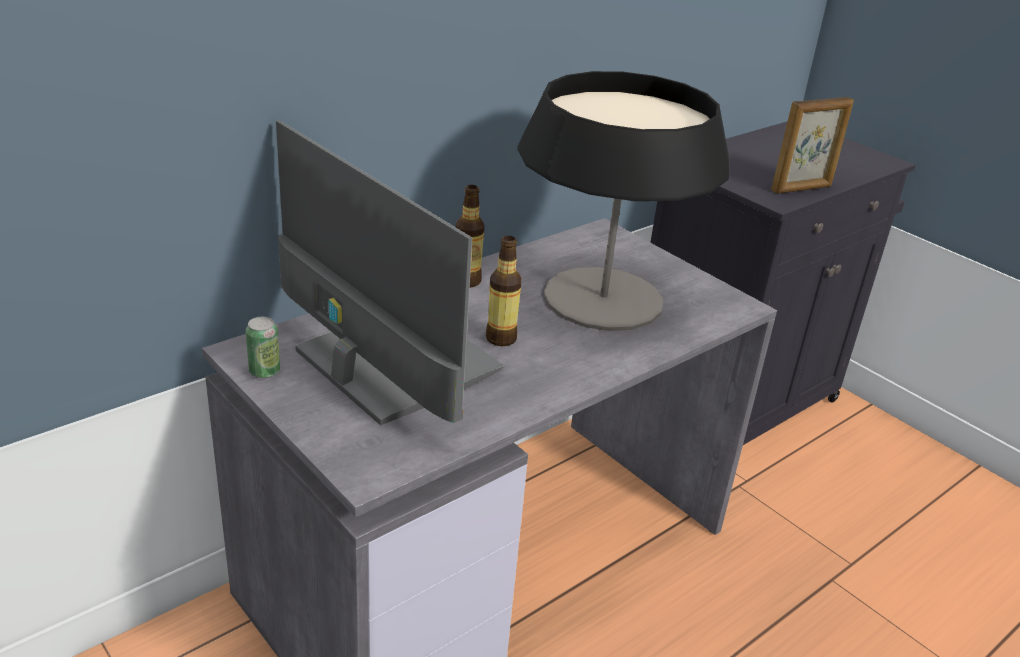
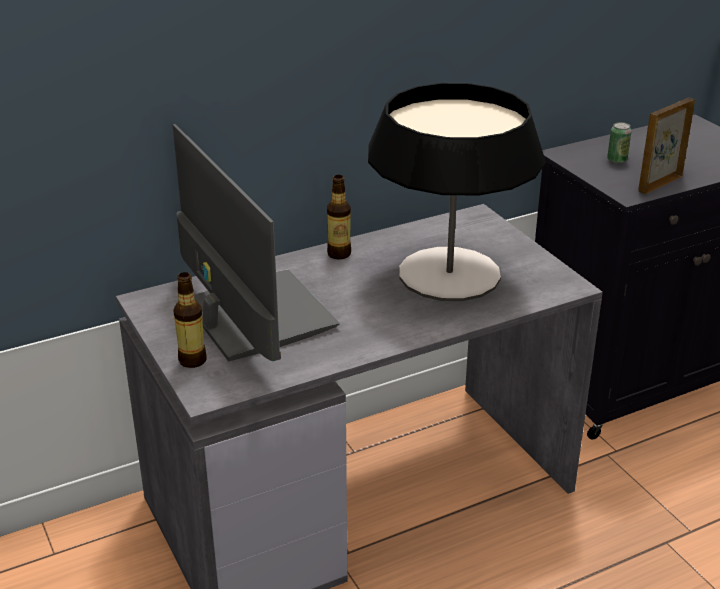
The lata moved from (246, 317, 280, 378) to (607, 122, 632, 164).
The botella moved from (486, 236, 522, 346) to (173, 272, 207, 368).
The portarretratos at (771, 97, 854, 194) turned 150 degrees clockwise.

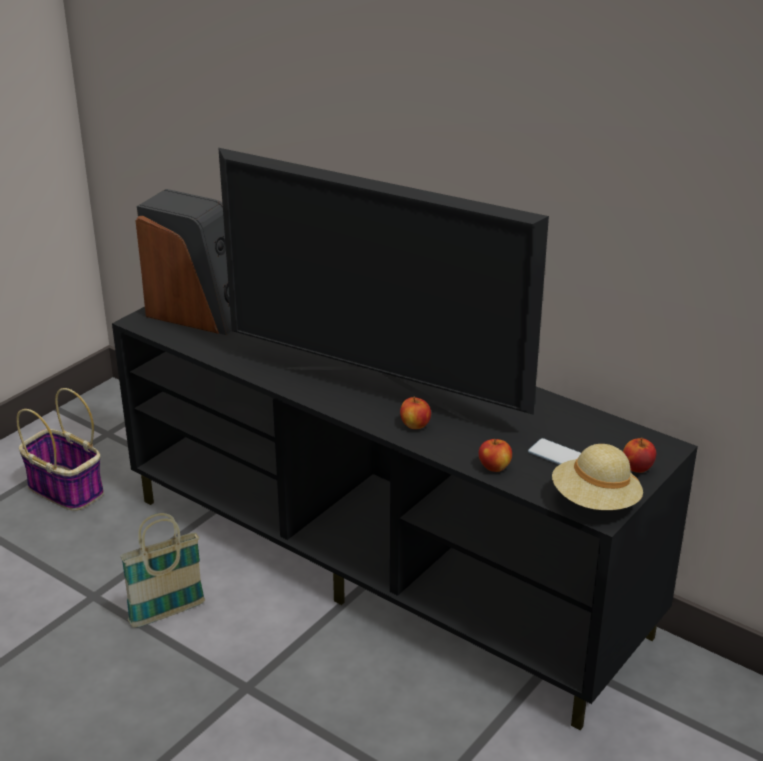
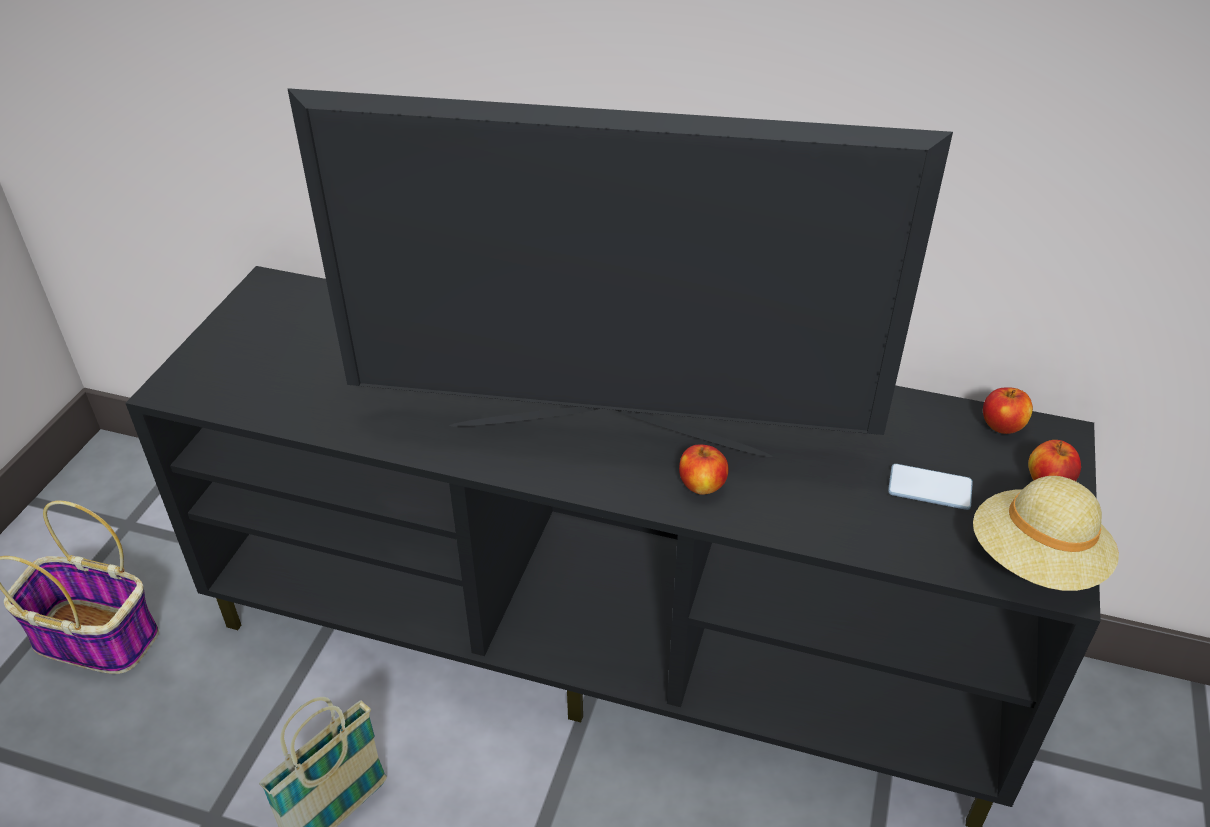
The altavoz at (136, 189, 232, 335) disappeared.
The manzana moved from (479, 439, 512, 472) to (983, 387, 1033, 434).

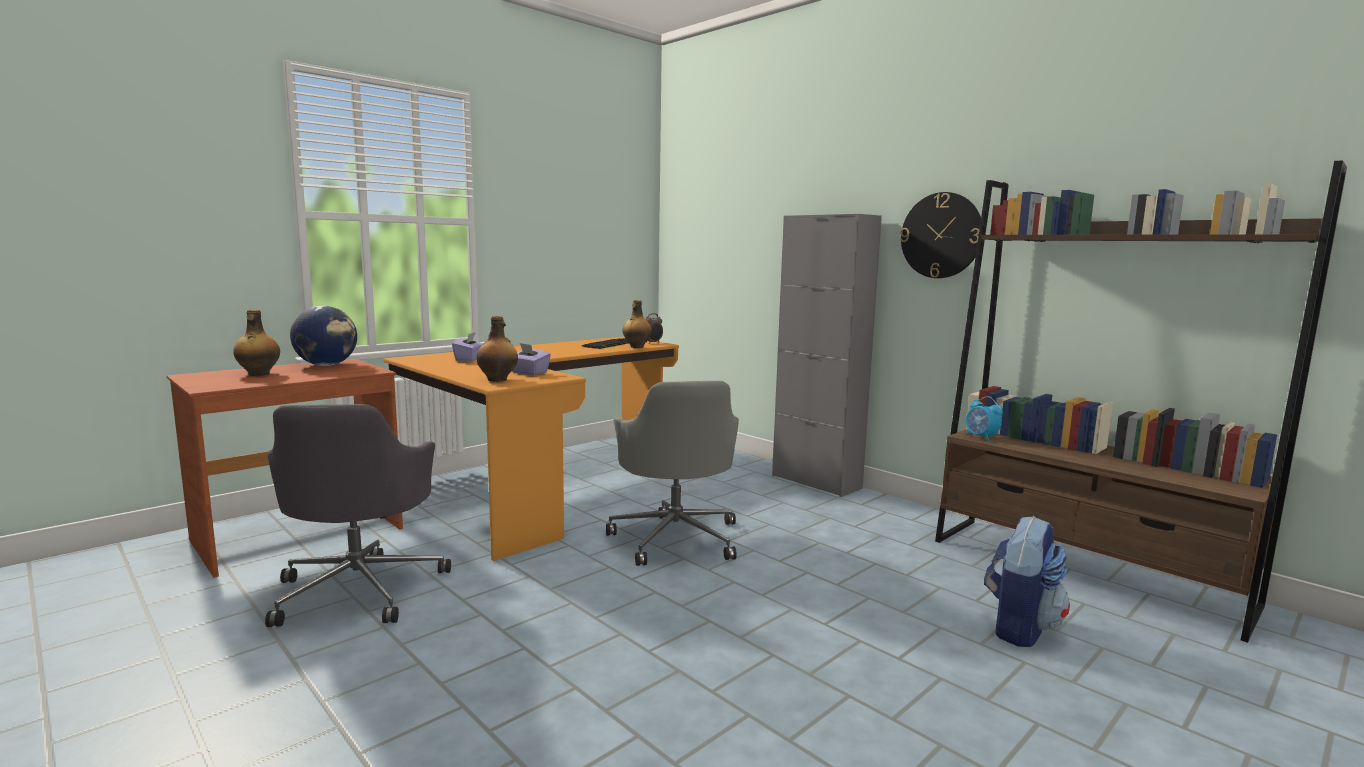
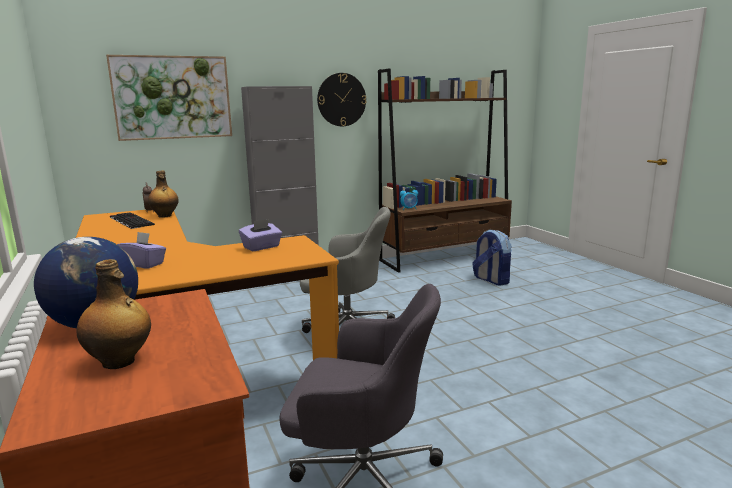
The botella at (476, 316, 518, 382) disappeared.
The cuadro at (106, 55, 232, 141) appeared.

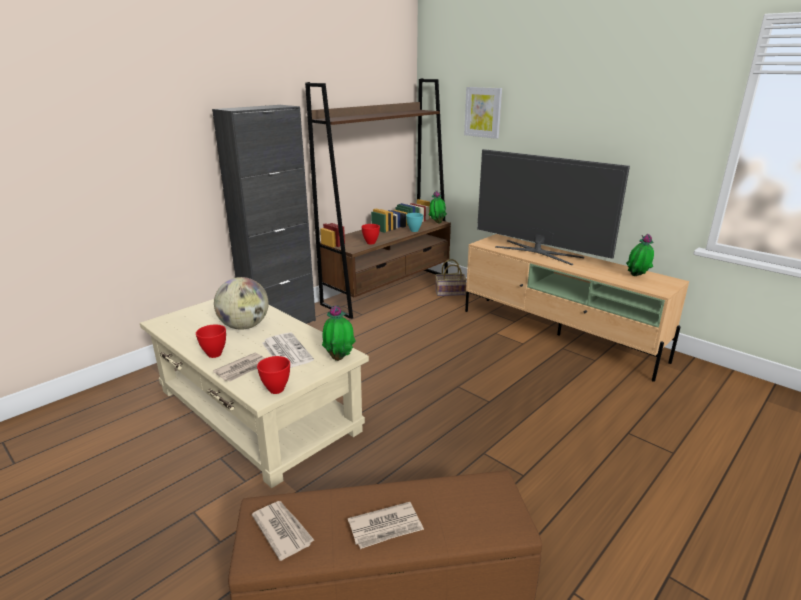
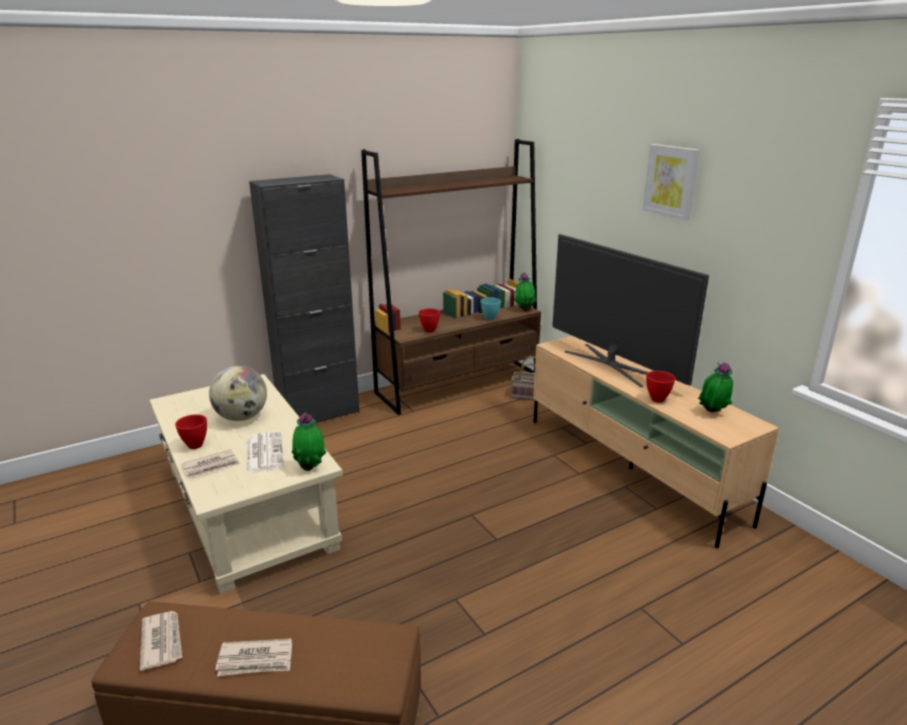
The cuenco (rojo) moved from (257, 356, 290, 394) to (647, 371, 675, 403).
The cuadro moved from (464, 87, 502, 139) to (643, 144, 699, 220).

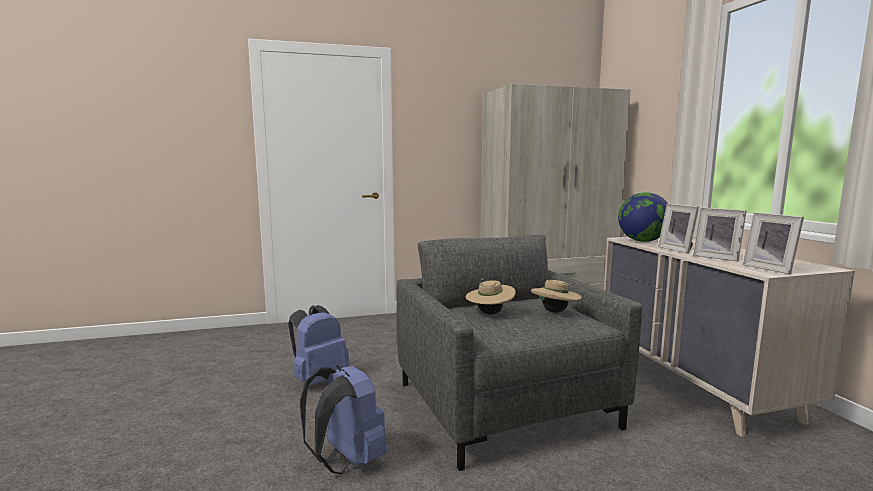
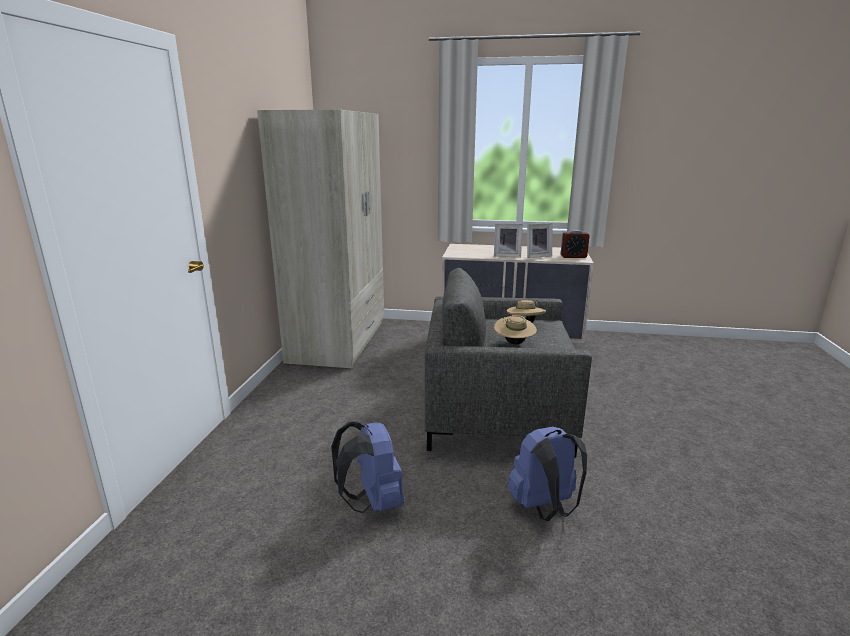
The globo terráqueo at (618, 192, 667, 242) disappeared.
The portarretratos at (743, 212, 804, 274) was replaced by the despertador at (560, 230, 590, 258).

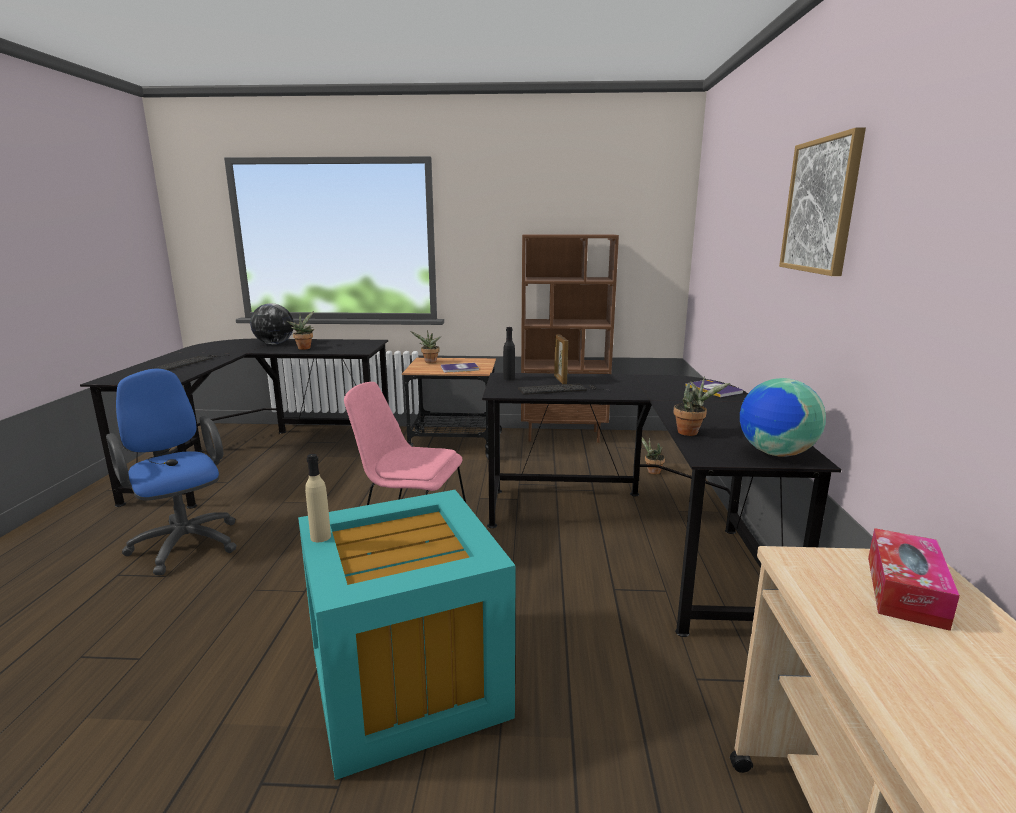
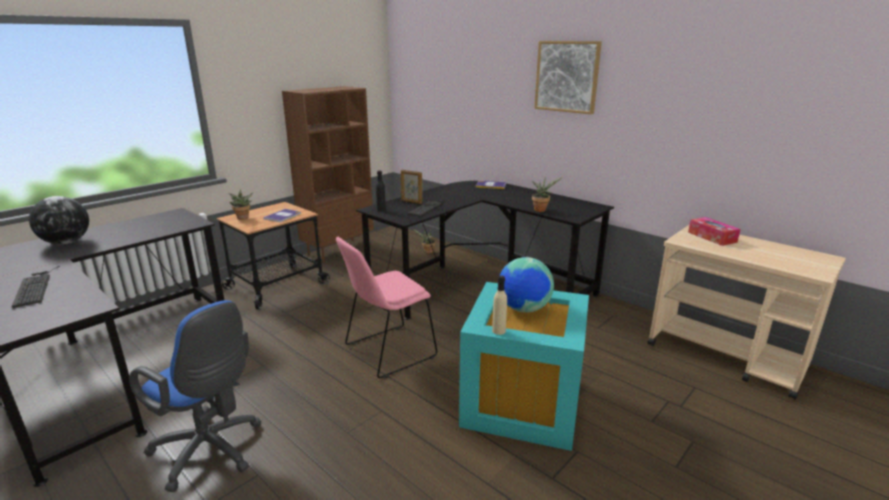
The silla de oficina (azul) at (106, 368, 237, 575) turned 150 degrees counterclockwise.
The planta en maceta at (287, 311, 314, 350) disappeared.
The globo terráqueo moved from (740, 378, 826, 457) to (500, 257, 554, 313).

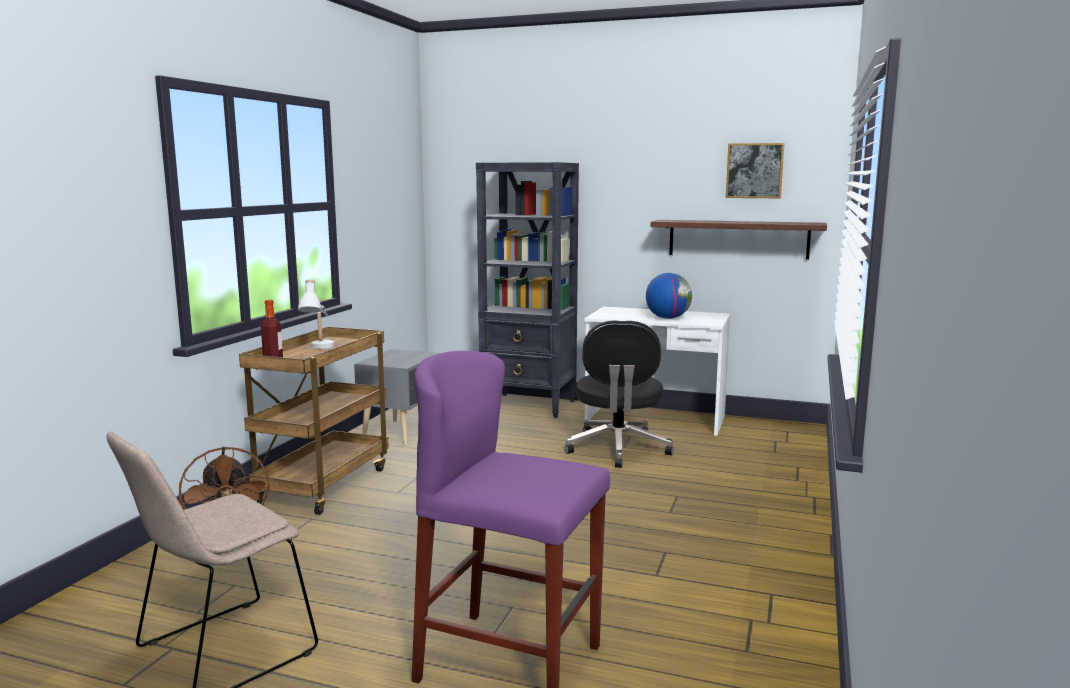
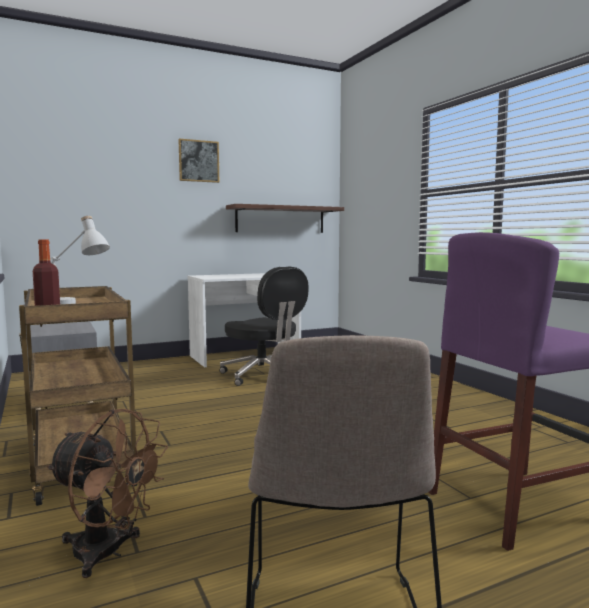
The estantería (negro) at (476, 162, 579, 418) disappeared.
The globo terráqueo at (646, 273, 692, 319) disappeared.
The cuadro moved from (726, 143, 784, 198) to (178, 138, 219, 183).

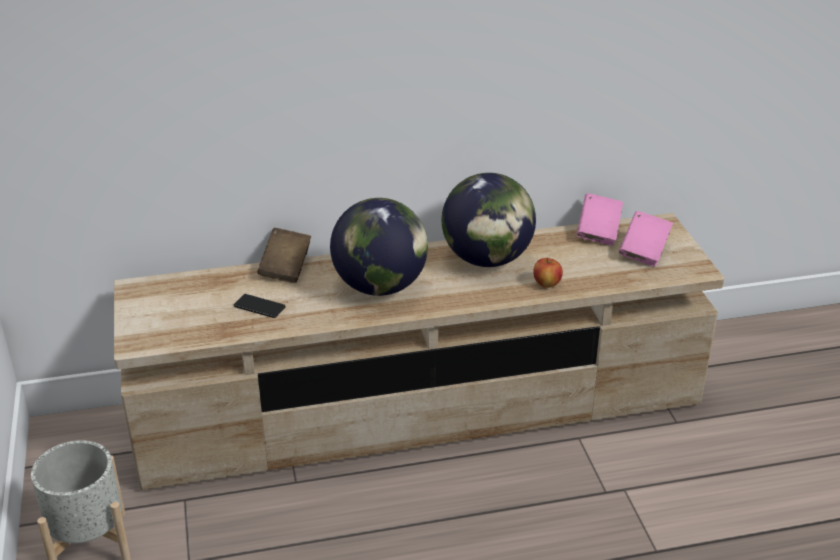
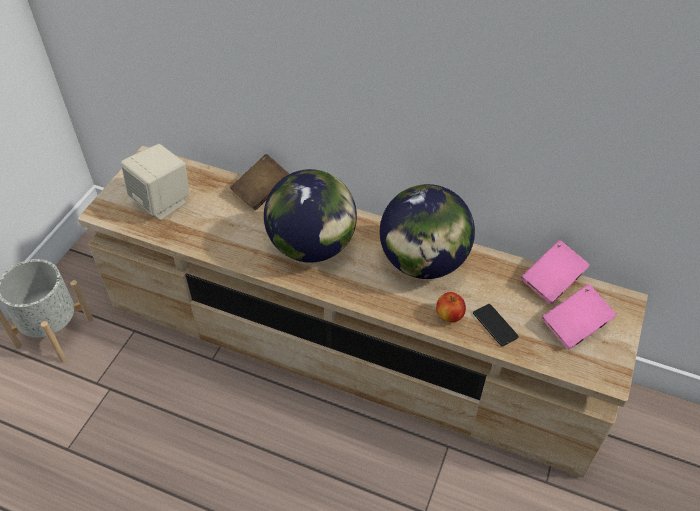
The móvil moved from (234, 294, 286, 318) to (473, 304, 519, 346).
The altavoz (beis) at (121, 144, 189, 220) appeared.

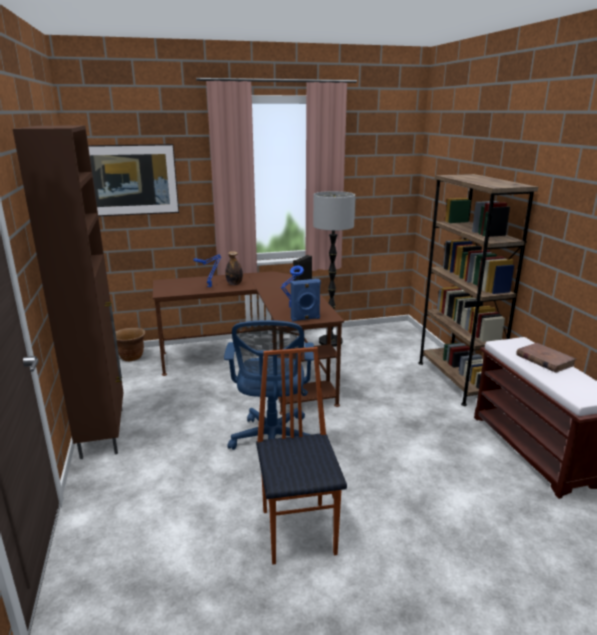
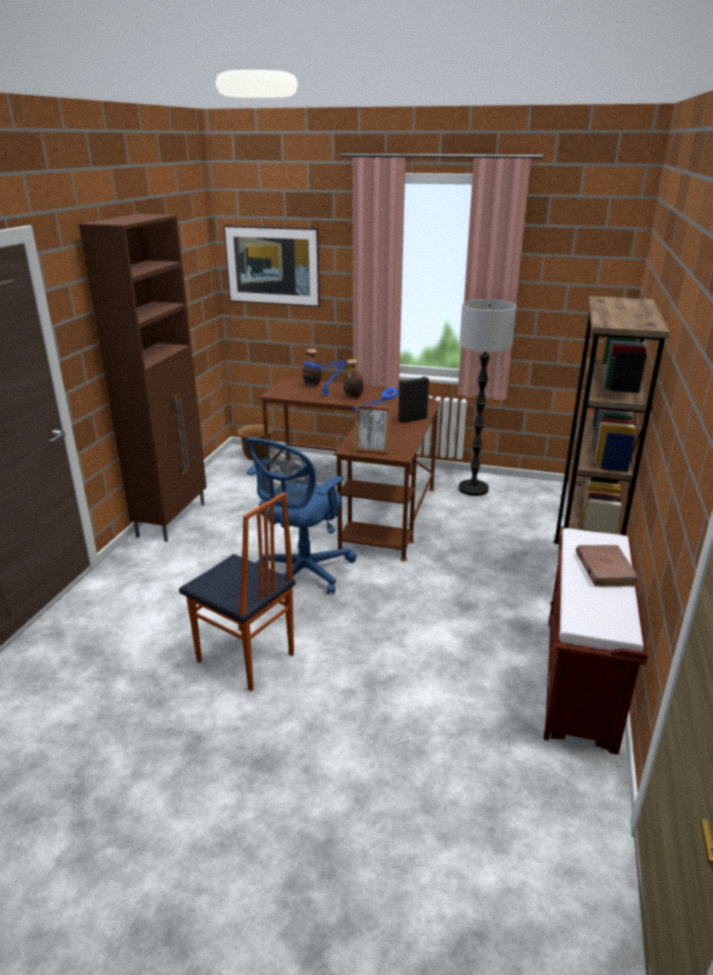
The silla at (256, 347, 347, 565) turned 105 degrees clockwise.
The altavoz (azul) at (291, 279, 321, 322) was replaced by the portarretratos at (354, 404, 391, 455).
The botella at (302, 349, 321, 386) appeared.

